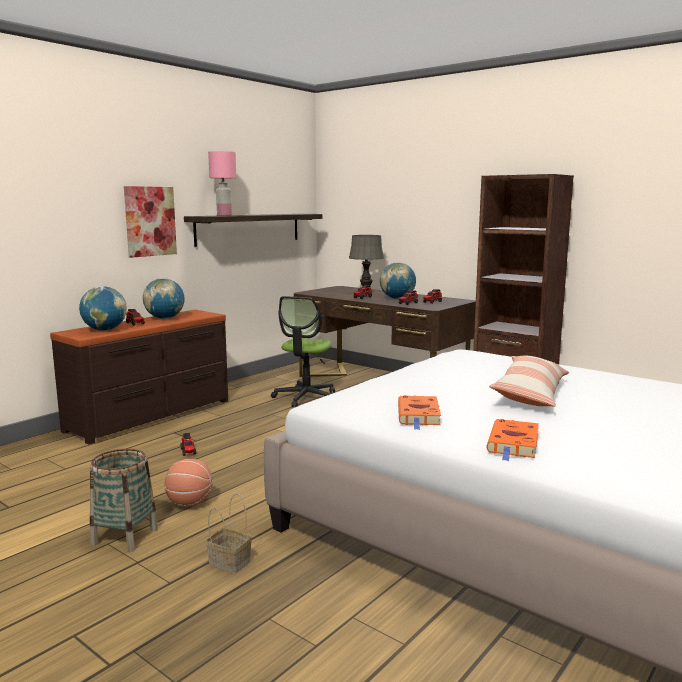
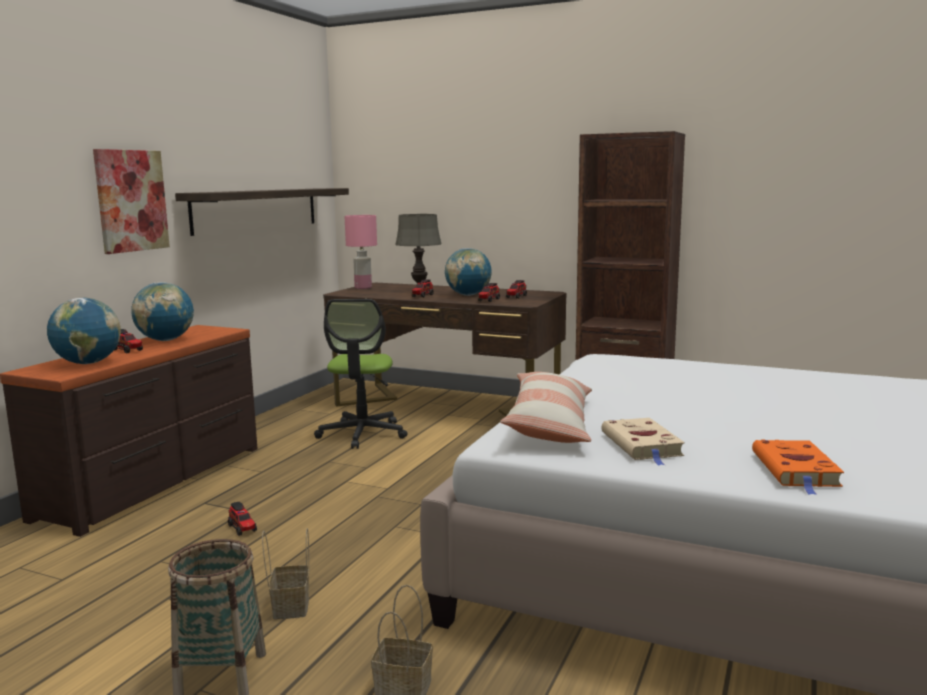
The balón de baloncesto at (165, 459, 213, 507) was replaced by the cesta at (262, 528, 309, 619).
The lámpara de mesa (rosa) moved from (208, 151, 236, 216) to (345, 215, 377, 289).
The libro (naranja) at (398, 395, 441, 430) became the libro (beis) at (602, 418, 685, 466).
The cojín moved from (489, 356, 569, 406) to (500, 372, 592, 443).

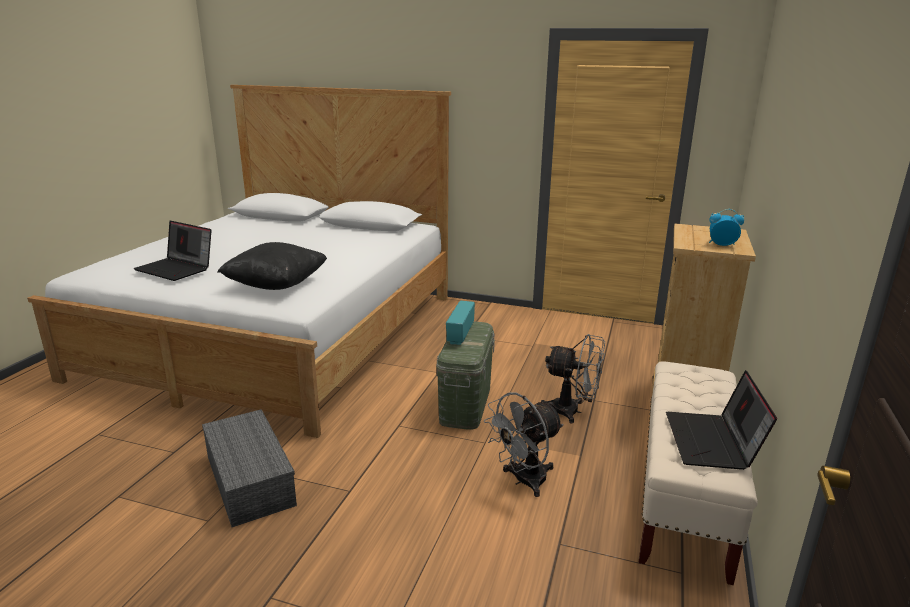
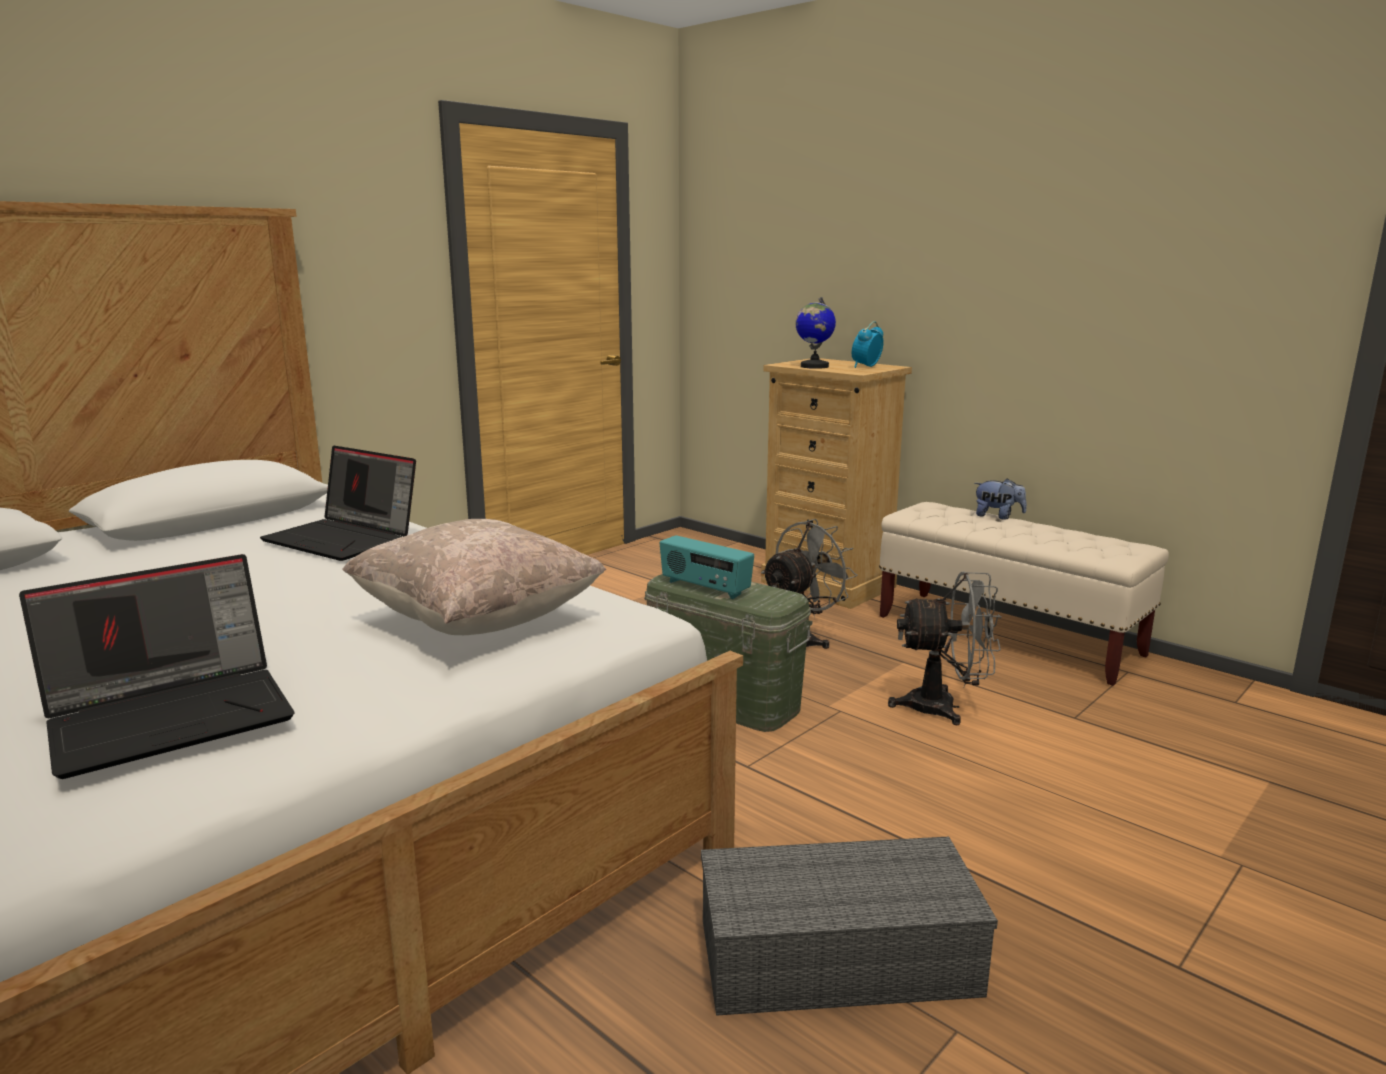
The cojín (negro) at (218, 242, 327, 290) became the cojín (beis) at (342, 519, 606, 635).
The ventilador (gris) at (484, 393, 564, 497) turned 75 degrees counterclockwise.
The portátil moved from (666, 370, 777, 470) to (260, 445, 416, 561).
The globo terráqueo at (795, 297, 836, 369) appeared.
The peluche at (974, 478, 1027, 520) appeared.

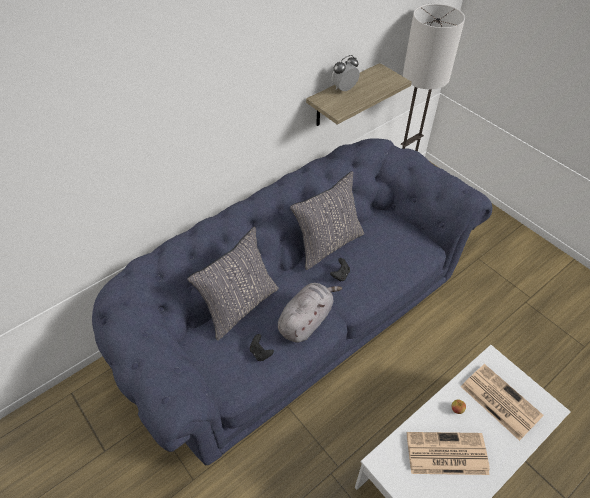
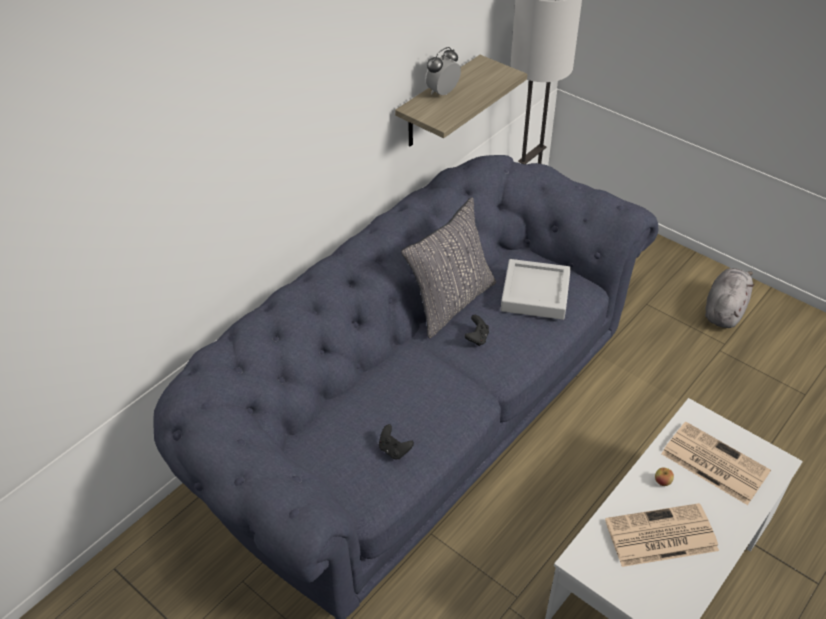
The cojín (gris) at (187, 227, 278, 340) disappeared.
The peluche (gris) moved from (278, 283, 342, 343) to (705, 268, 754, 328).
The bandeja (gris) at (501, 259, 571, 320) appeared.

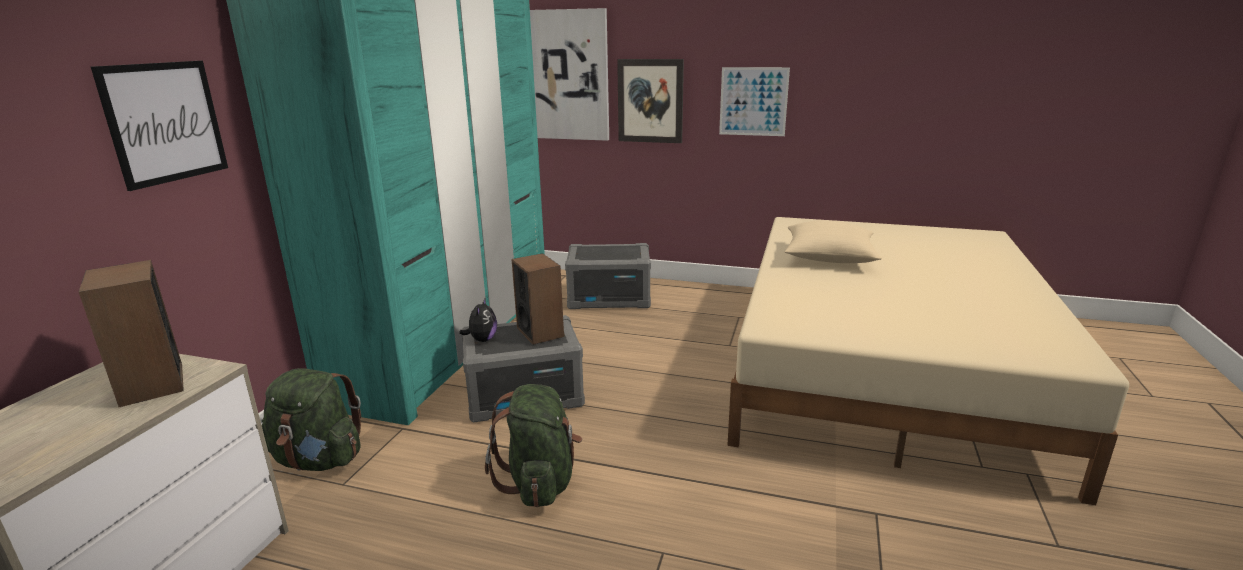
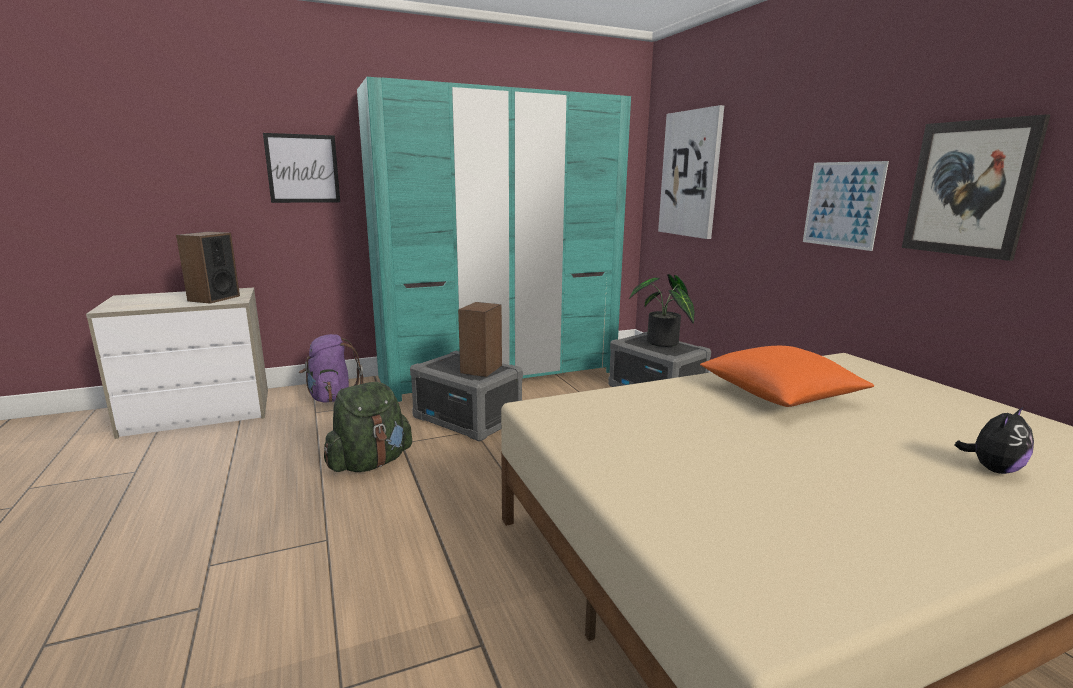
The mochila (verde) at (262, 368, 361, 471) became the mochila (morado) at (299, 334, 363, 403).
The peluche moved from (459, 297, 497, 342) to (955, 406, 1034, 474).
The cuadro moved from (617, 59, 684, 143) to (902, 114, 1050, 261).
The cojín (beis) at (785, 220, 882, 263) became the cojín (naranja) at (700, 346, 874, 407).
The planta en maceta at (629, 274, 695, 347) appeared.

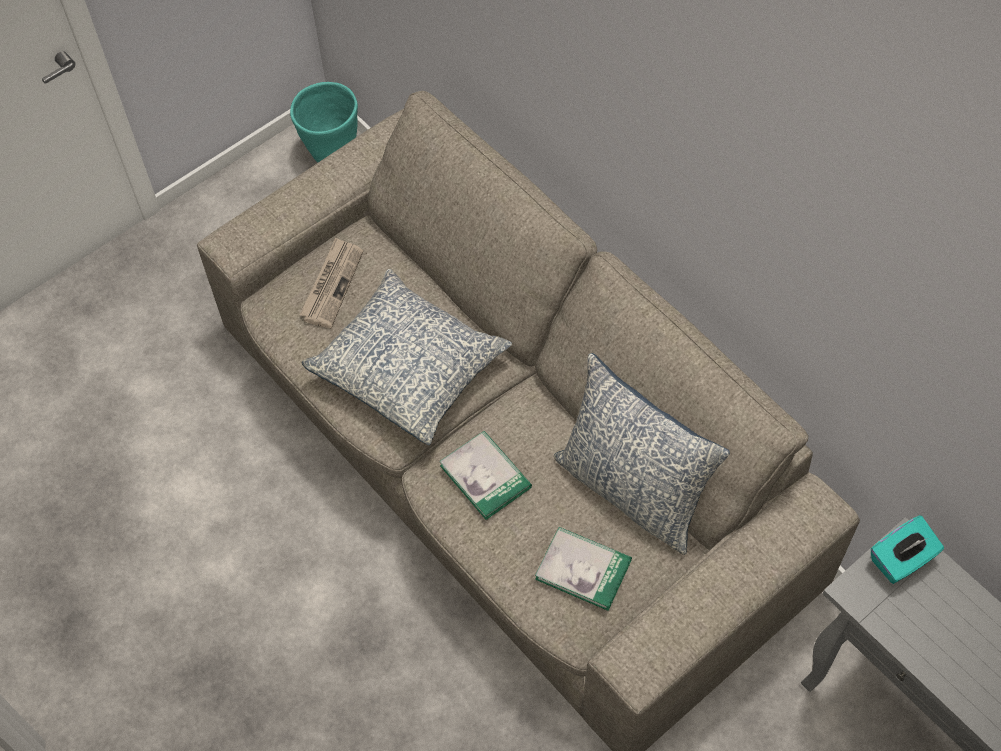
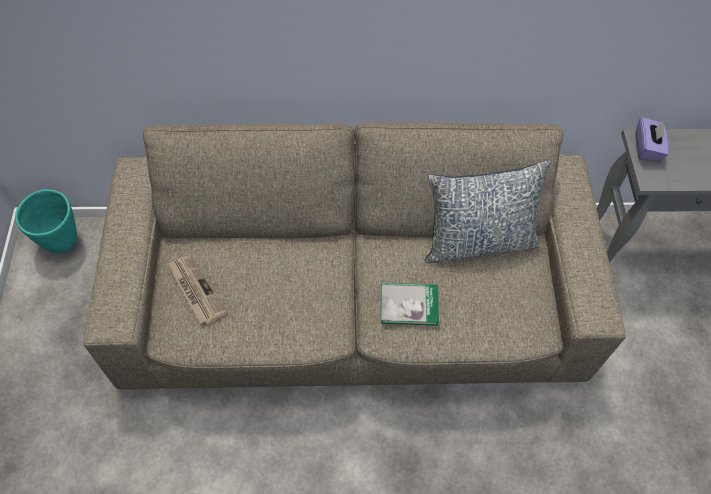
The cojín at (301, 269, 512, 445) disappeared.
The libro at (535, 527, 632, 611) disappeared.
The caja de pañuelos (turquesa) at (871, 515, 944, 584) became the caja de pañuelos (morado) at (635, 117, 669, 161).

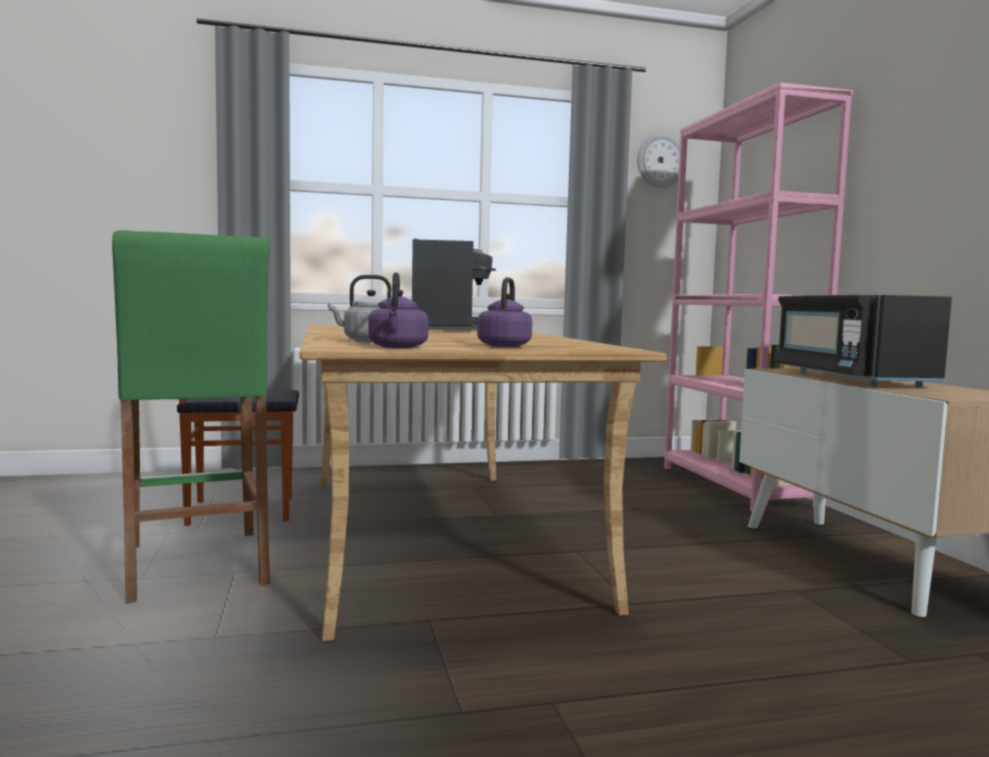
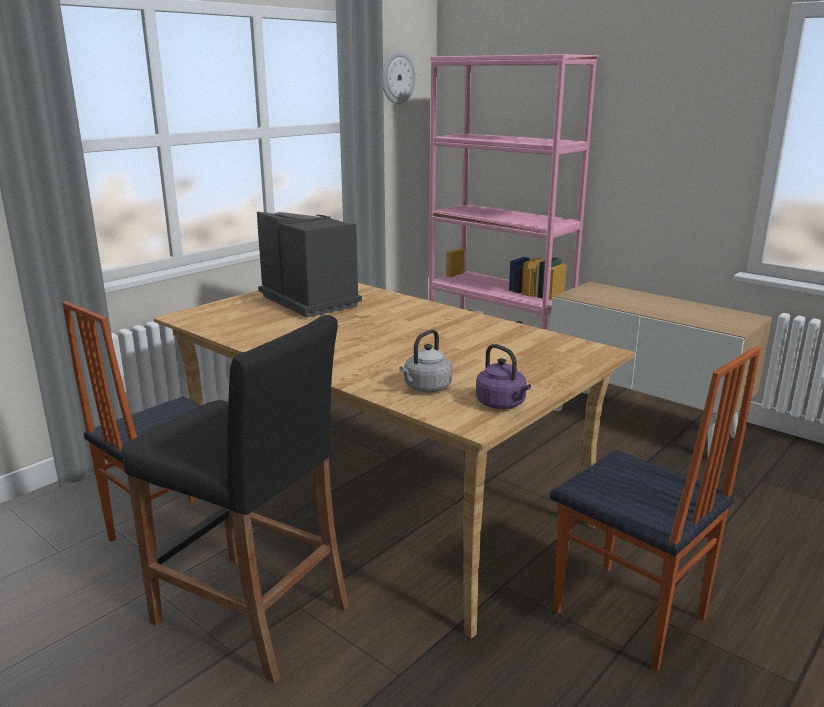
The taburete (verde) at (112, 230, 270, 603) became the taburete (negro) at (122, 315, 349, 683).
The hervidor (morado) at (477, 277, 532, 347) disappeared.
The microondas (negro) at (774, 295, 952, 387) disappeared.
The silla at (550, 346, 761, 671) appeared.

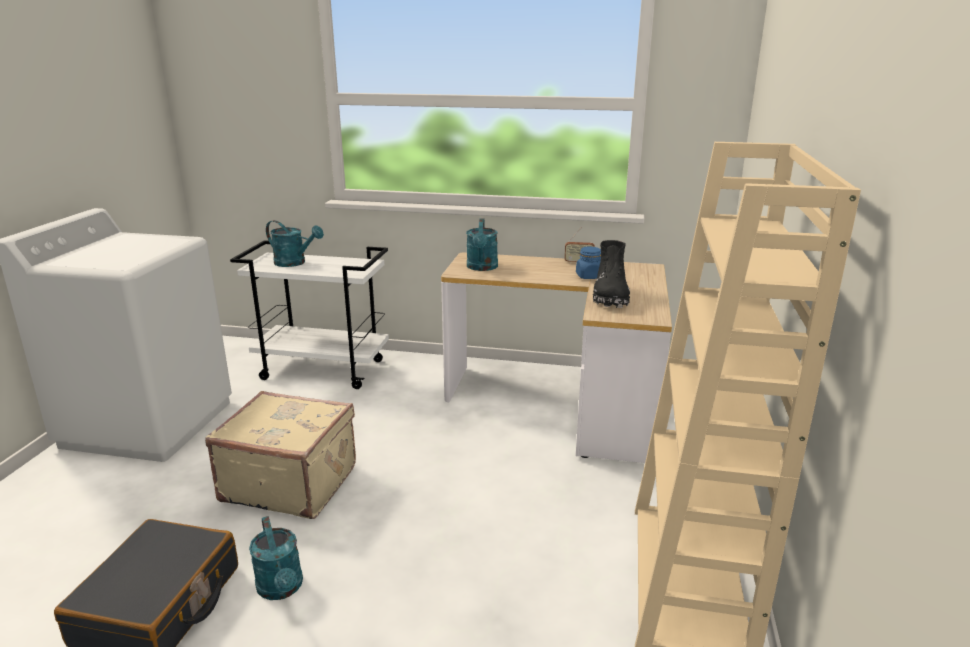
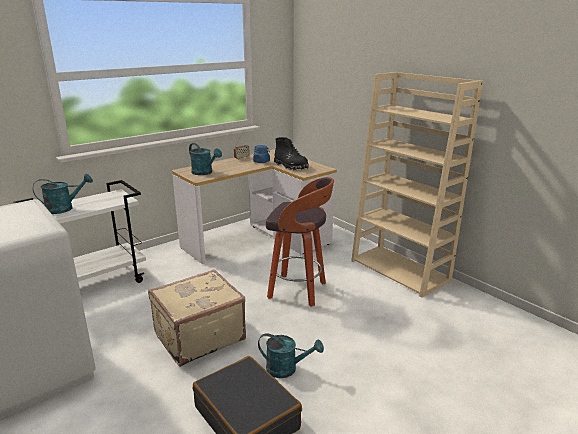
The taburete at (266, 177, 334, 306) appeared.

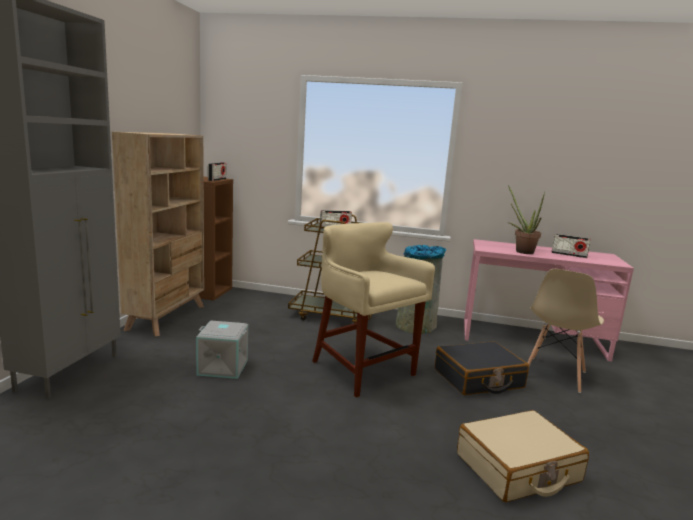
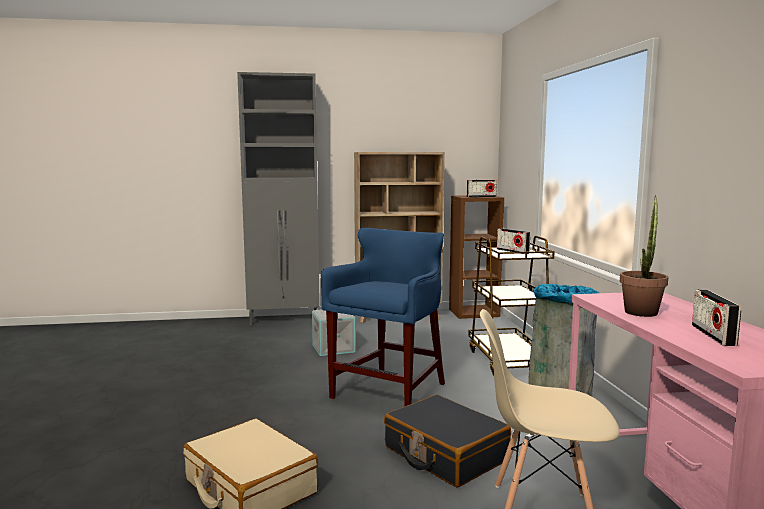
The taburete (beis) at (312, 222, 435, 398) became the taburete (azul) at (321, 228, 445, 406).

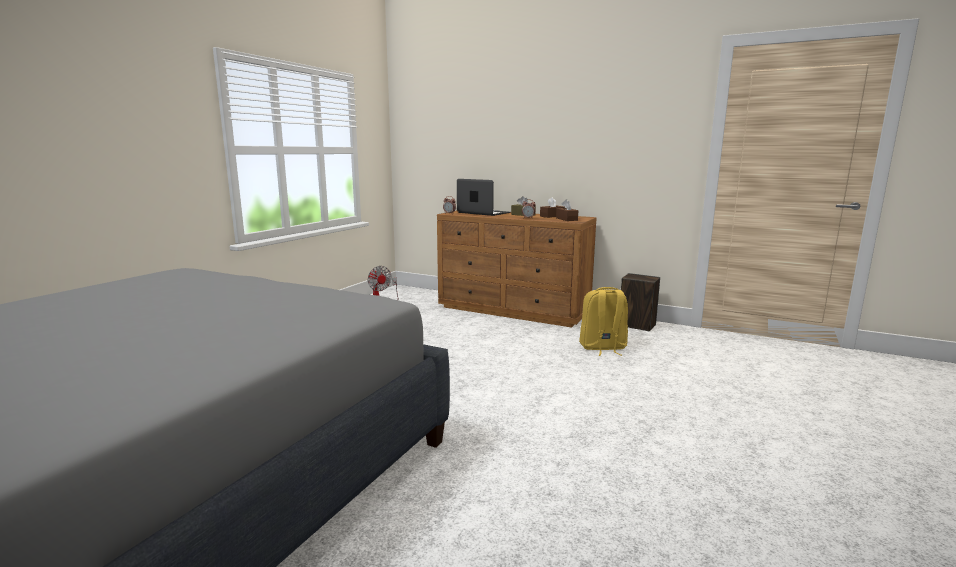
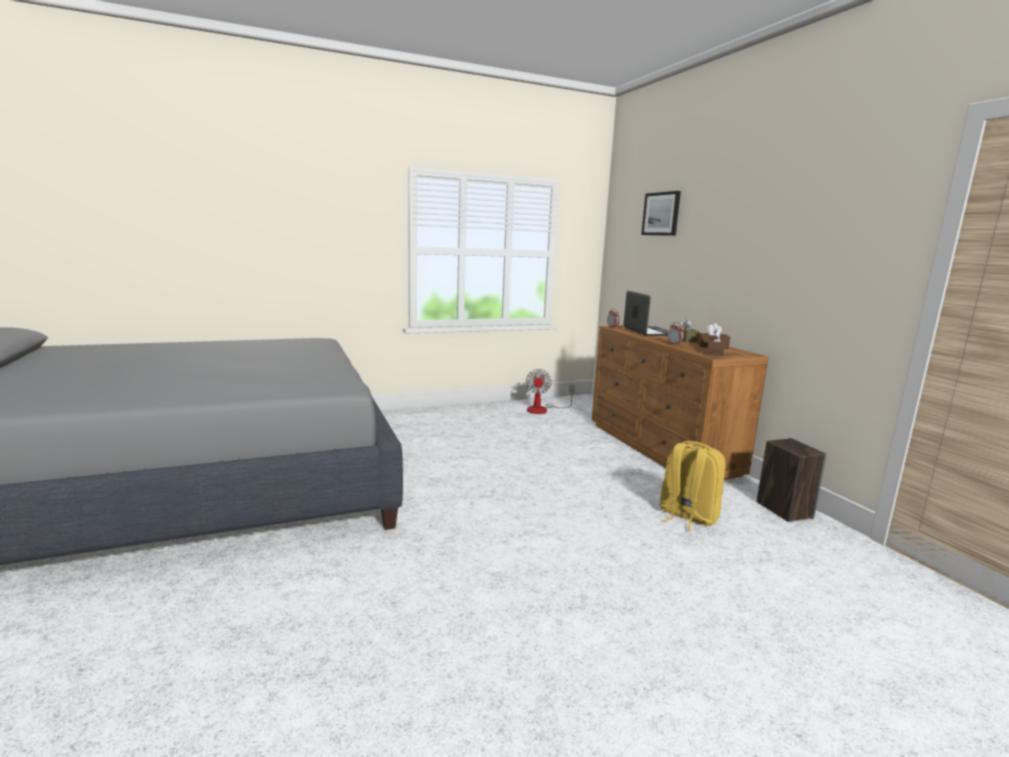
The cuadro at (641, 191, 681, 236) appeared.

